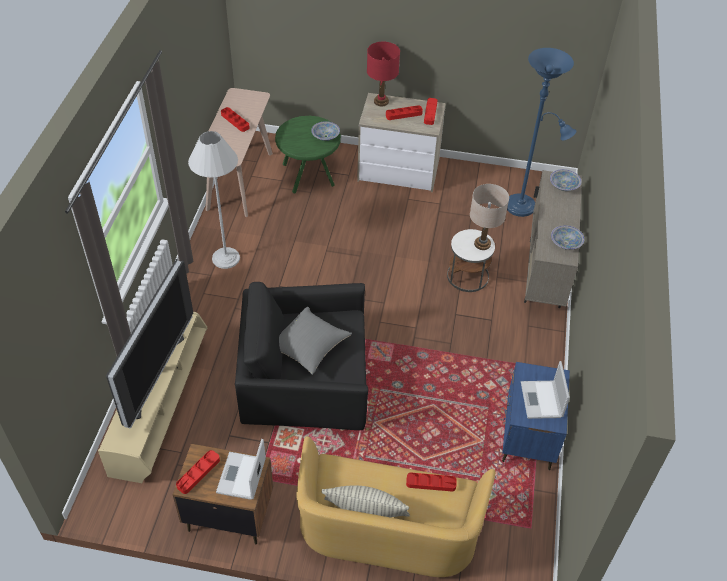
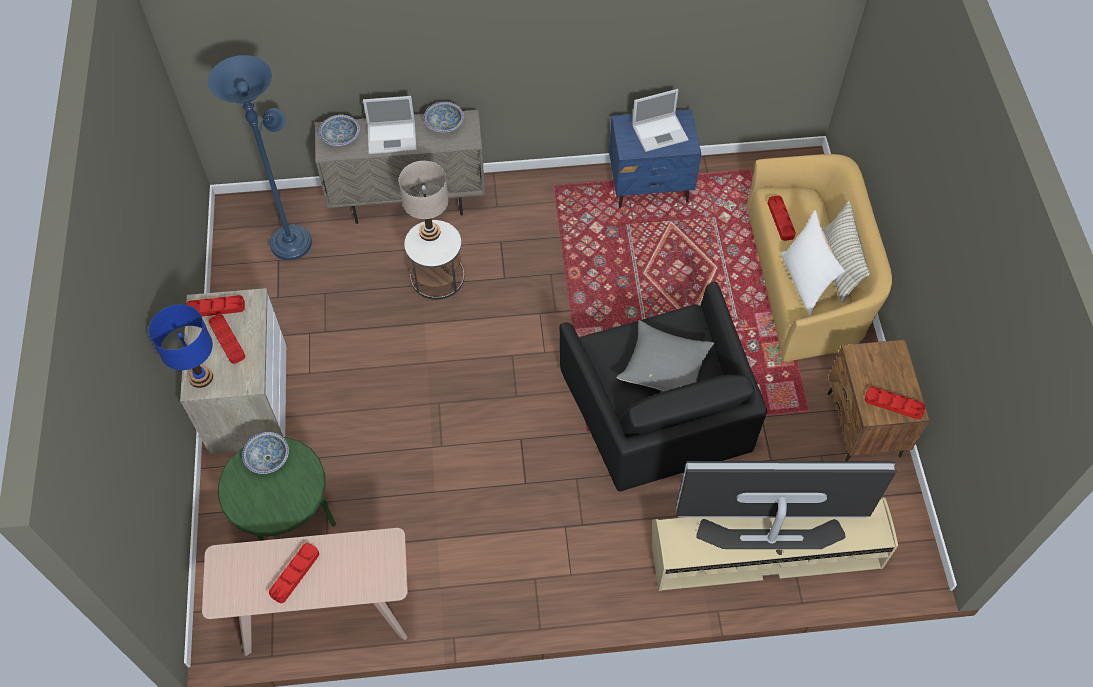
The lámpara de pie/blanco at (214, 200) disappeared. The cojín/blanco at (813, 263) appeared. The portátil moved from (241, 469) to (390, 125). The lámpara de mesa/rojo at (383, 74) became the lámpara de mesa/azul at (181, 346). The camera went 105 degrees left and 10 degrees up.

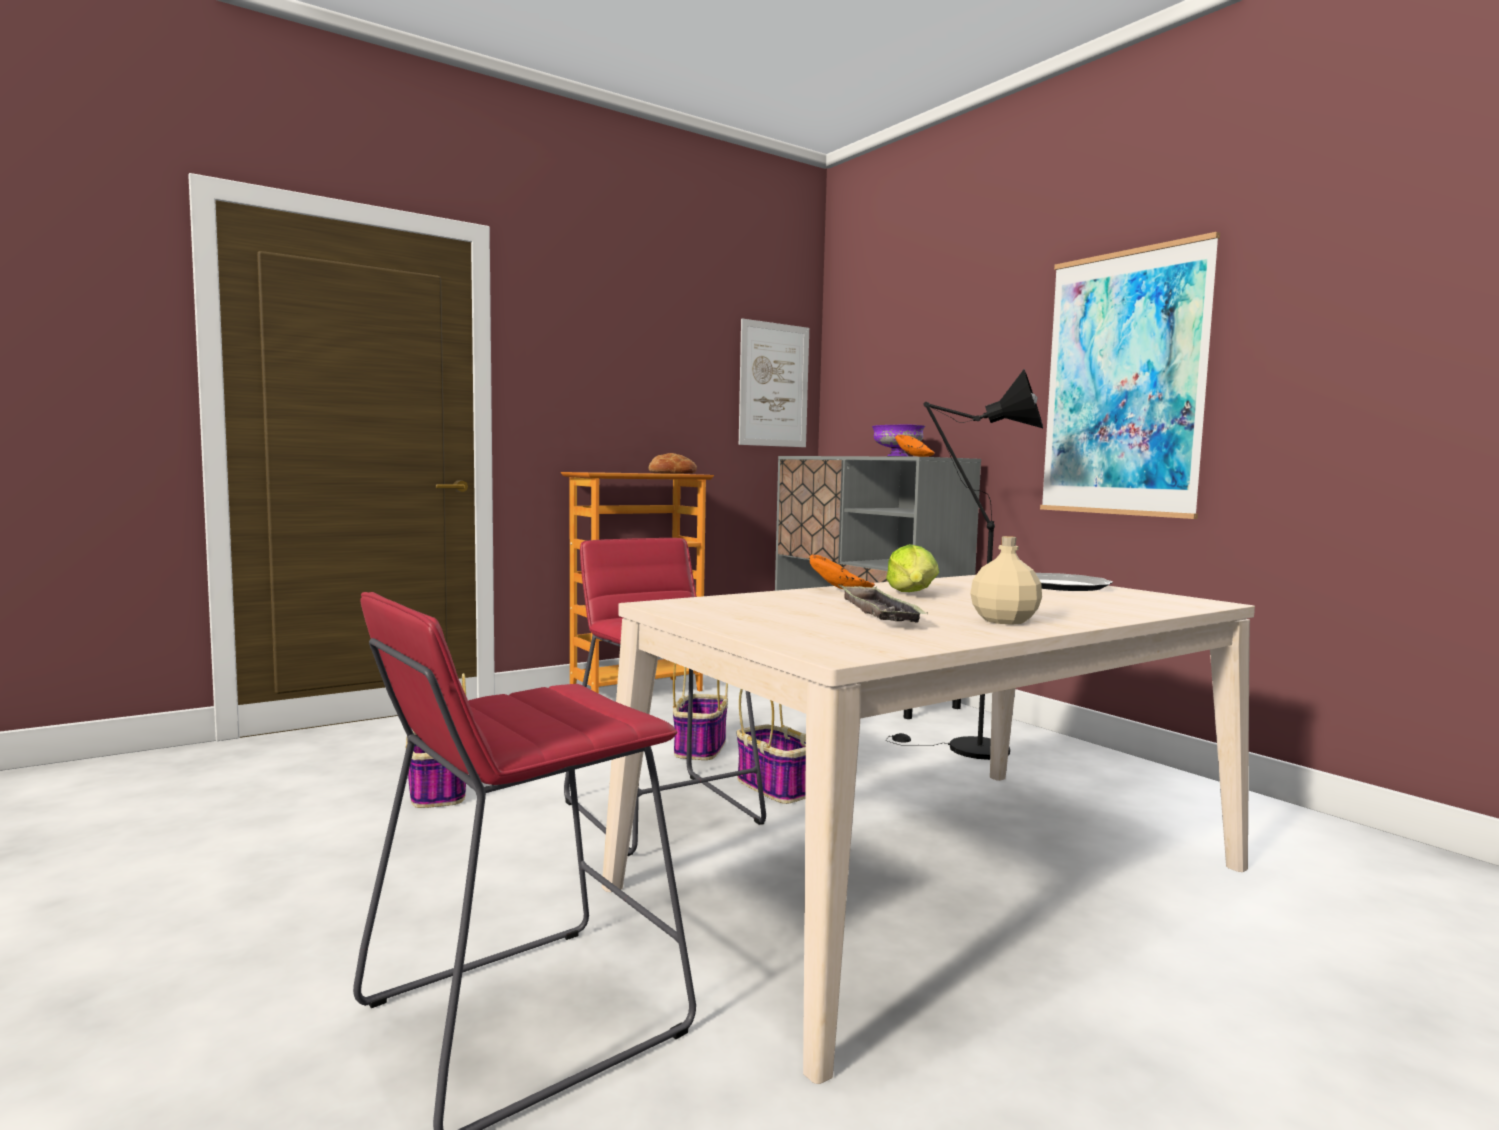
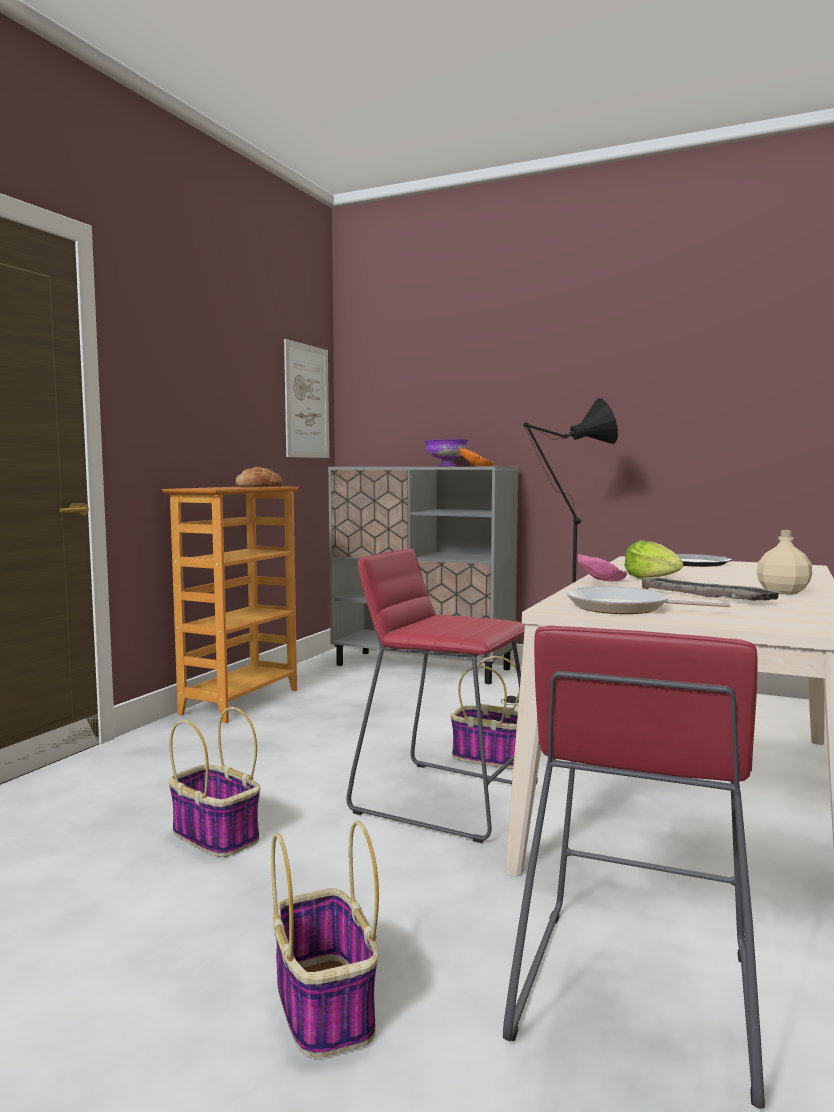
The cuadro at (1130, 375) disappeared. The sartén at (648, 600) appeared. The cesta moved from (700, 711) to (325, 939). The cuenco/naranja at (842, 572) became the cuenco/rosa at (602, 567). The camera went 30 degrees left and 0 degrees up.

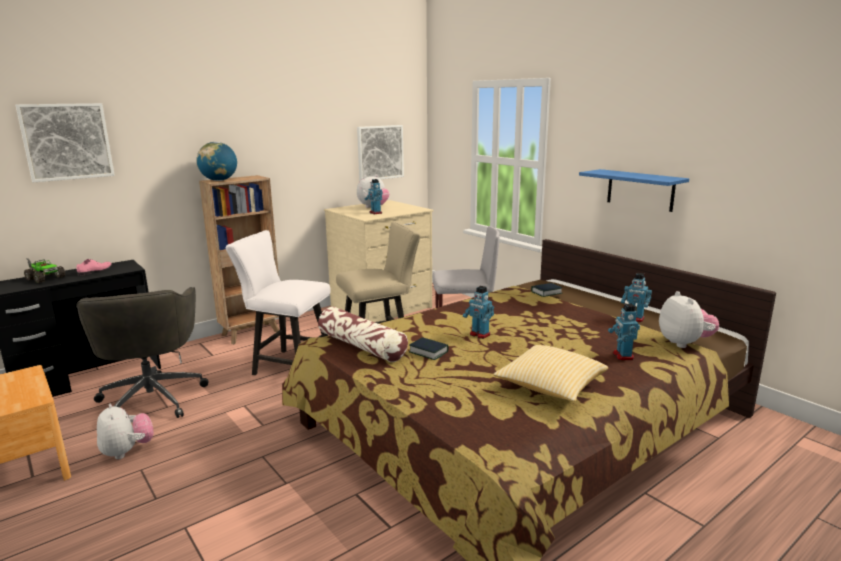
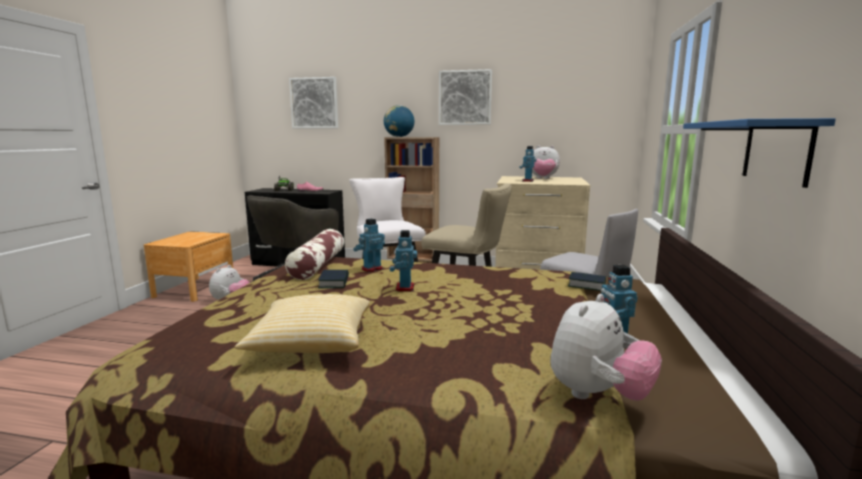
The cuadro moved from (380, 153) to (465, 97). The robot de juguete moved from (624, 332) to (369, 245). The camera went 50 degrees right and 5 degrees down.

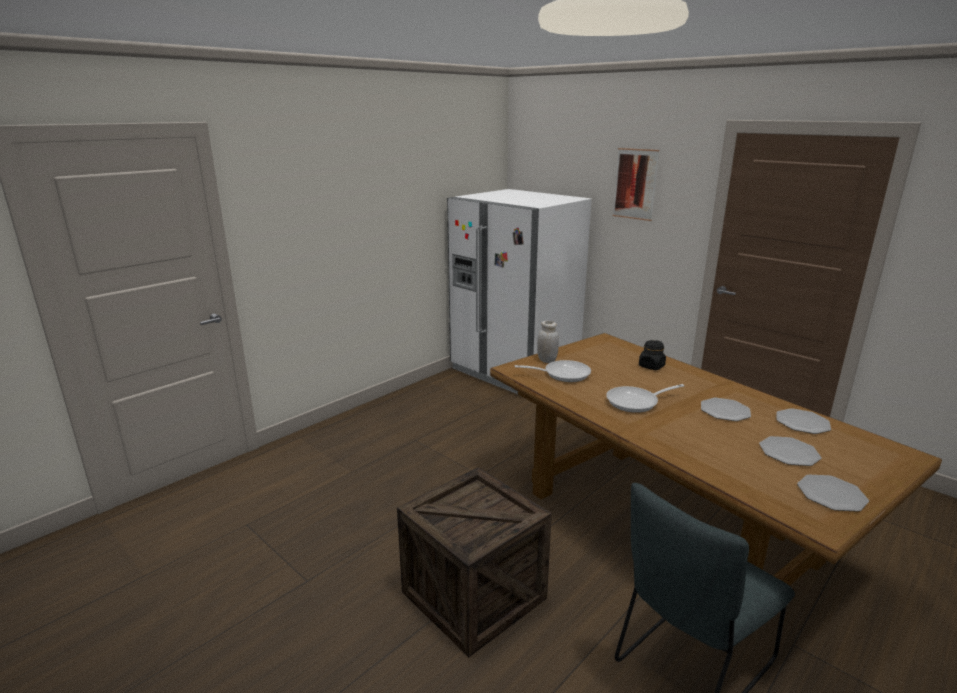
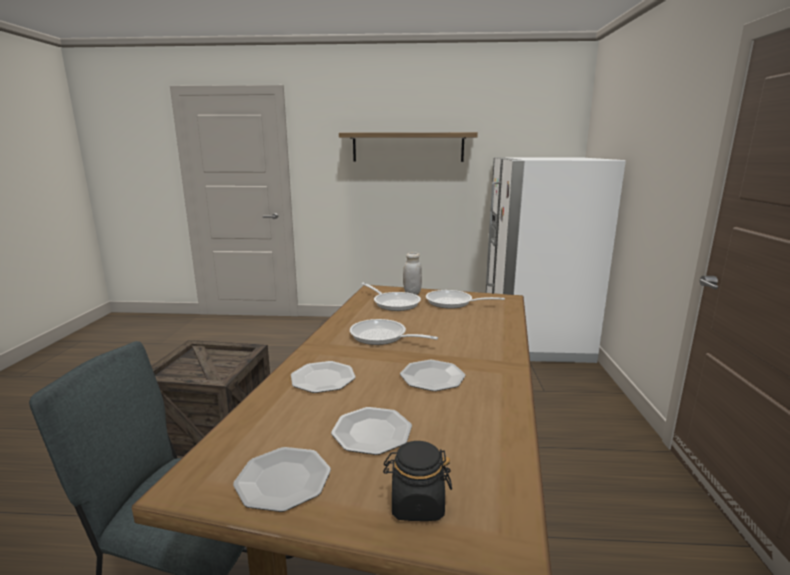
The cuadro at (636, 184) disappeared. The estante at (408, 147) appeared. The sartén at (465, 299) appeared. The tarro/negro moved from (652, 355) to (417, 481). The plato moved from (803, 421) to (323, 377). The camera went 50 degrees right and 5 degrees down.

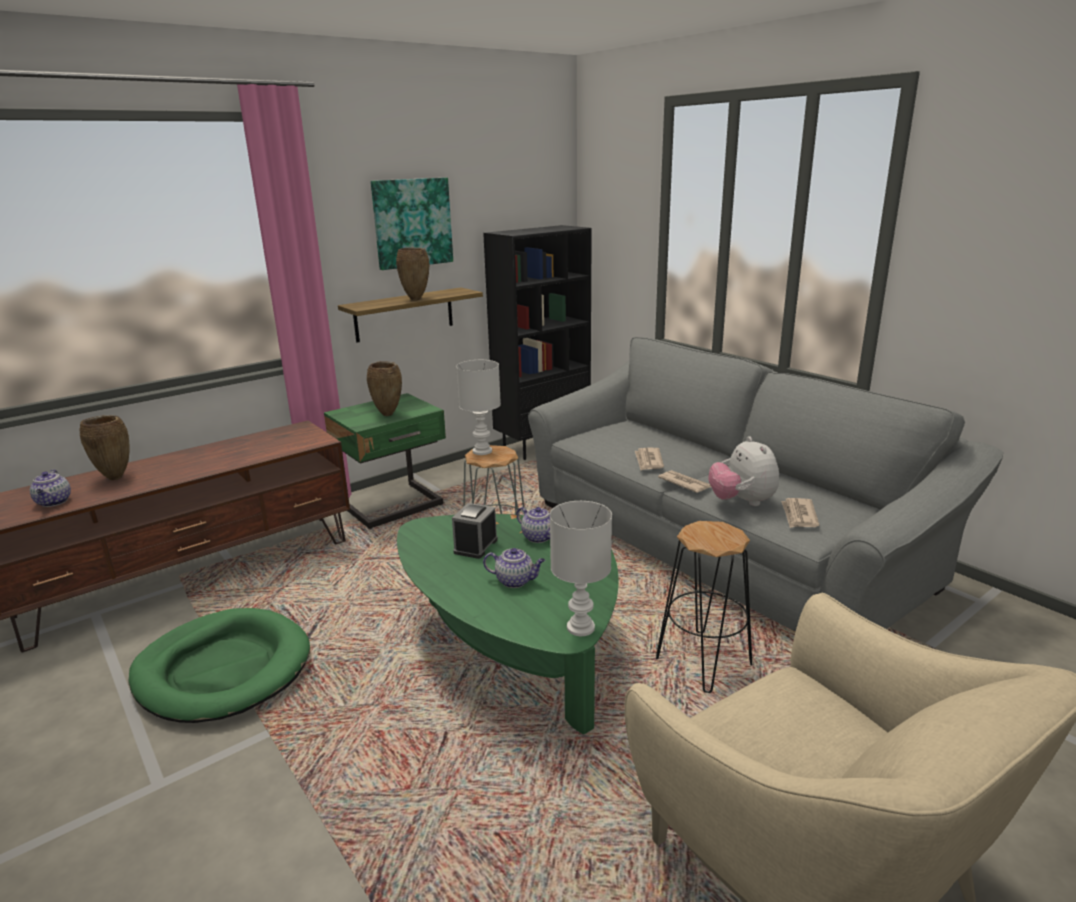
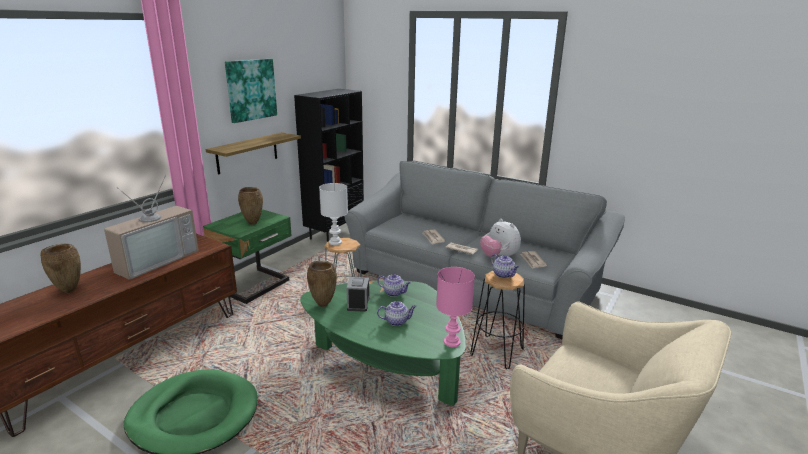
The televisor at (151, 227) appeared. The tetera moved from (50, 488) to (505, 266). The florero/marrón moved from (412, 274) to (322, 284). The lámpara de mesa/blanco at (581, 568) became the lámpara de mesa/rosa at (455, 307). The camera went 20 degrees left and 0 degrees up.

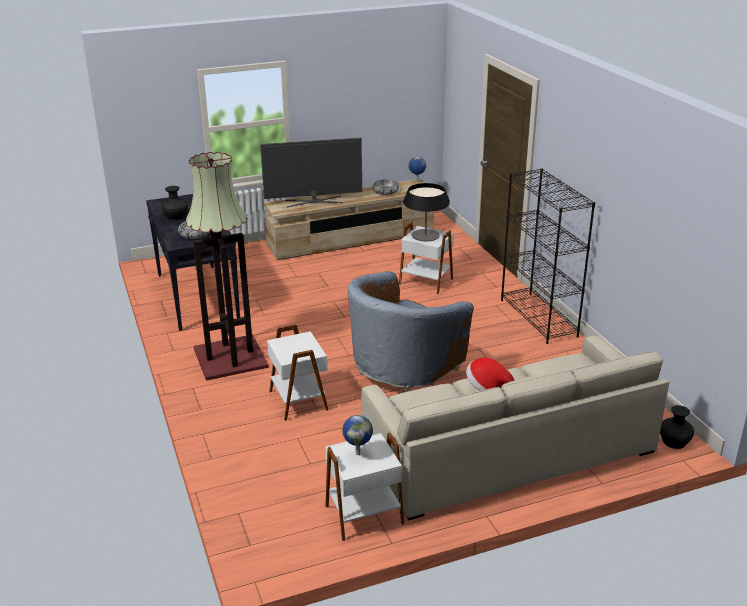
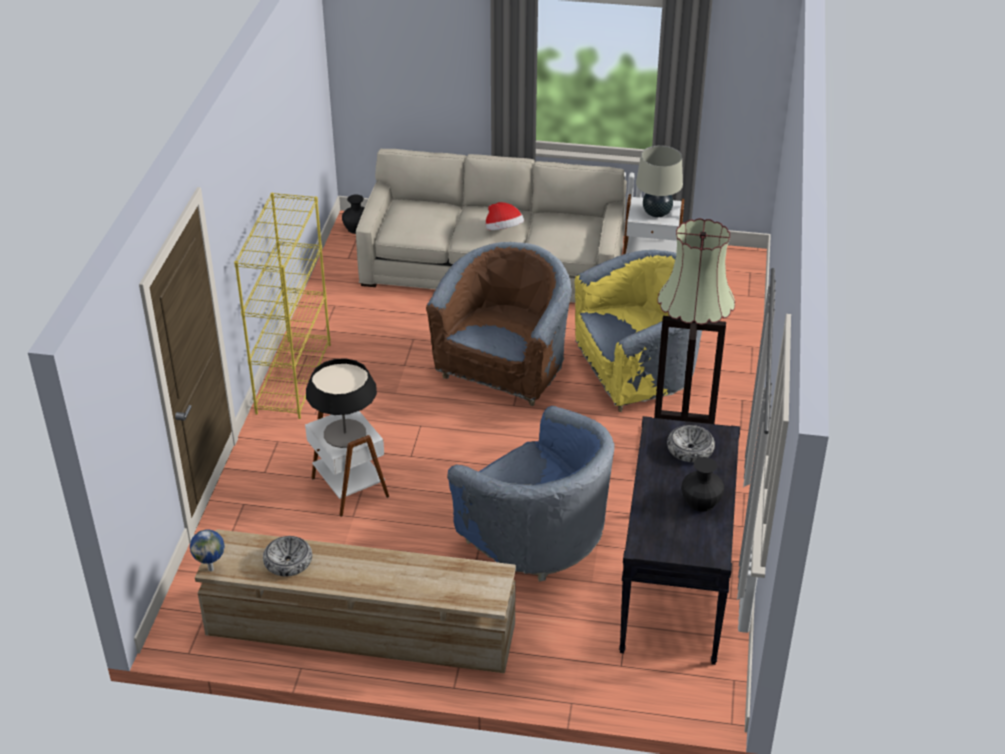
The televisor at (311, 172) disappeared. The sillón/azul at (530, 494) appeared. The mesa auxiliar/blanco at (297, 372) was replaced by the sillón/amarillo at (638, 331). The globo terráqueo at (358, 435) was replaced by the lámpara de mesa/beis at (659, 181). The estantería/negro at (548, 256) became the estantería/amarillo at (282, 305). The sillón/marrón at (411, 332) turned 45 degrees counterclockwise. The camera went 150 degrees left and 10 degrees up.

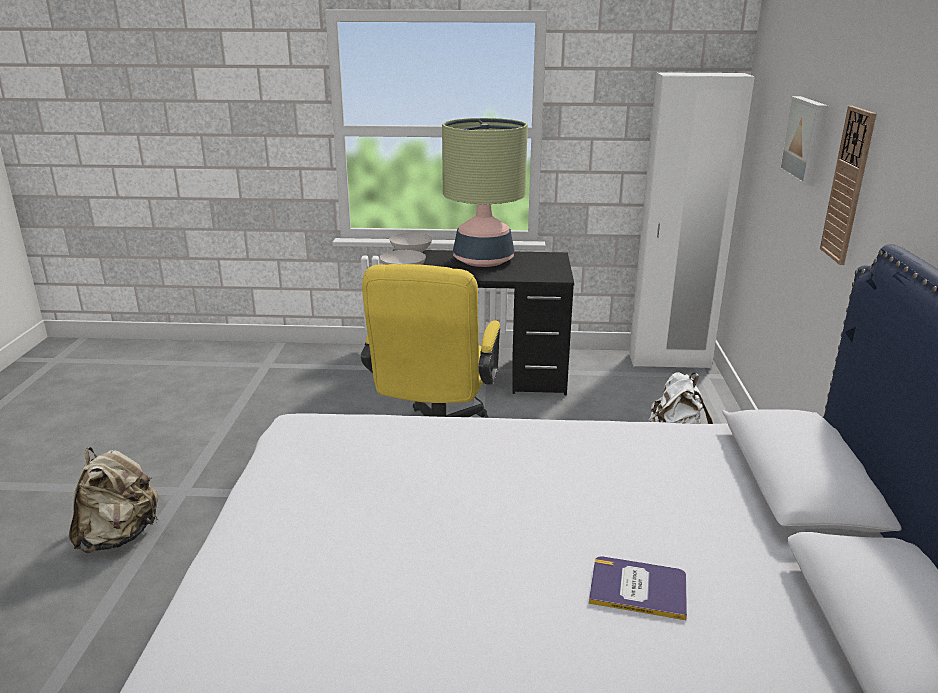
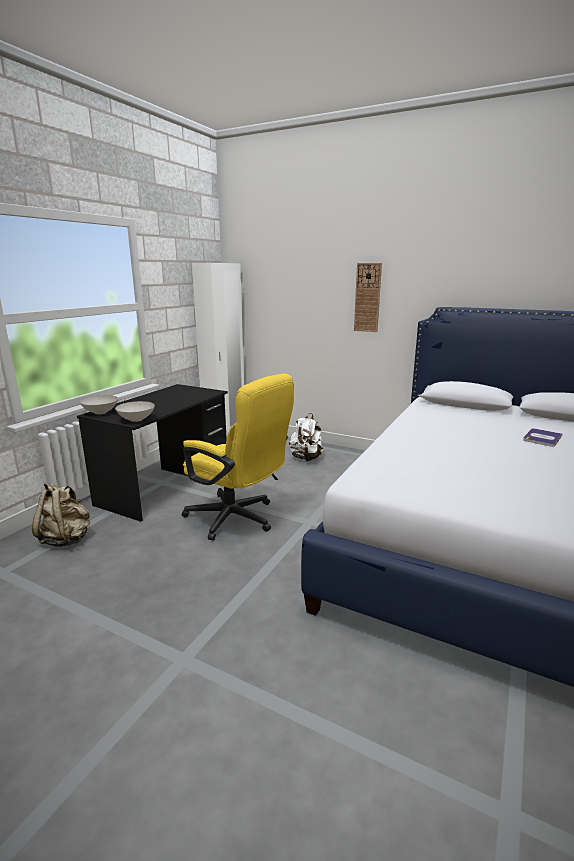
The lámpara de mesa at (485, 192) disappeared. The cuadro at (803, 141) disappeared. The mochila/beis moved from (113, 500) to (61, 514). The camera went 65 degrees left and 5 degrees down.

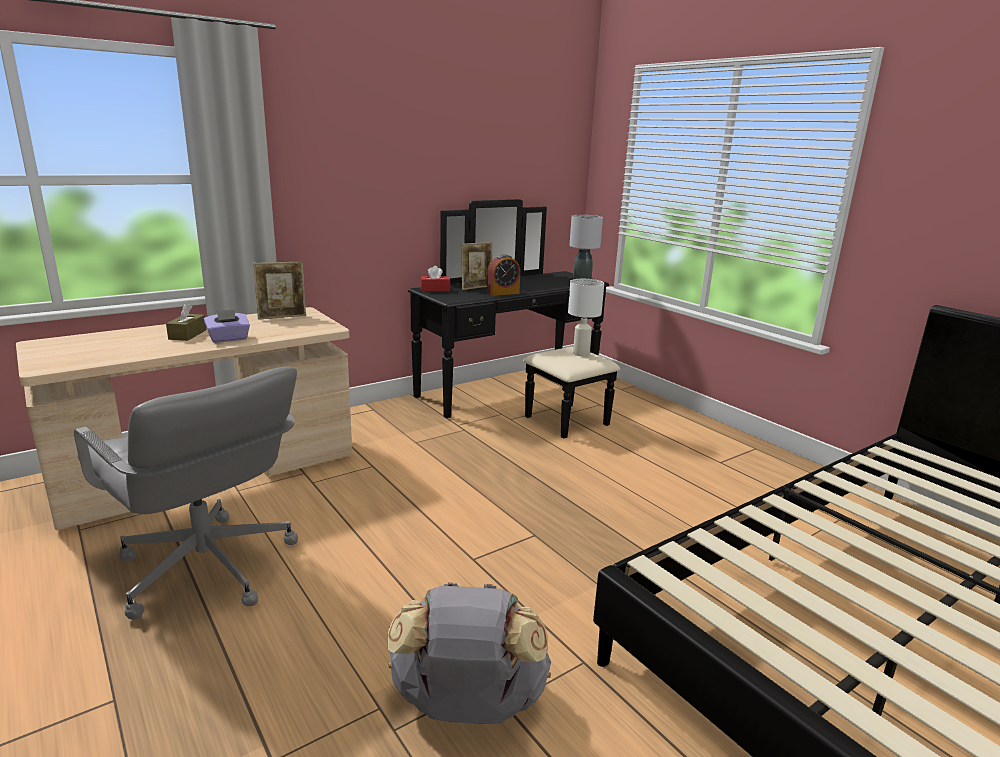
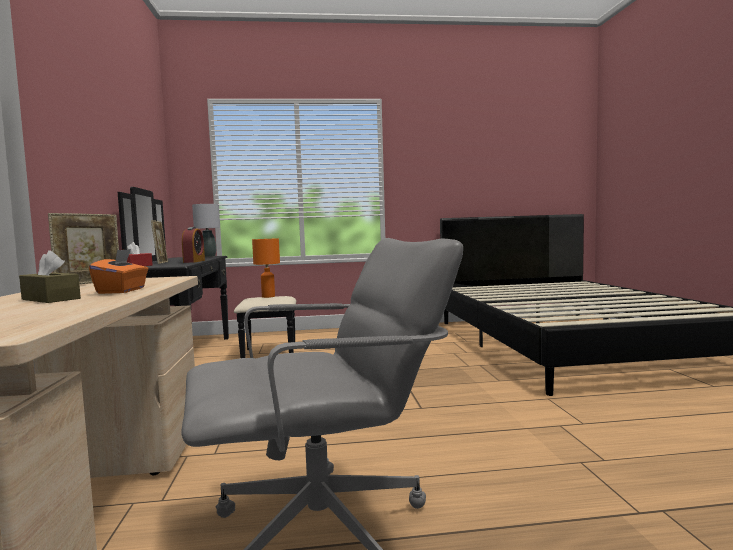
The mochila/gris at (469, 653) disappeared. The caja de pañuelos/morado at (227, 326) became the caja de pañuelos/naranja at (118, 271). The lámpara de mesa/blanco at (586, 317) became the lámpara de mesa/naranja at (266, 268). The portarretratos at (279, 291) turned 45 degrees clockwise. The camera went 60 degrees left and 15 degrees down.

